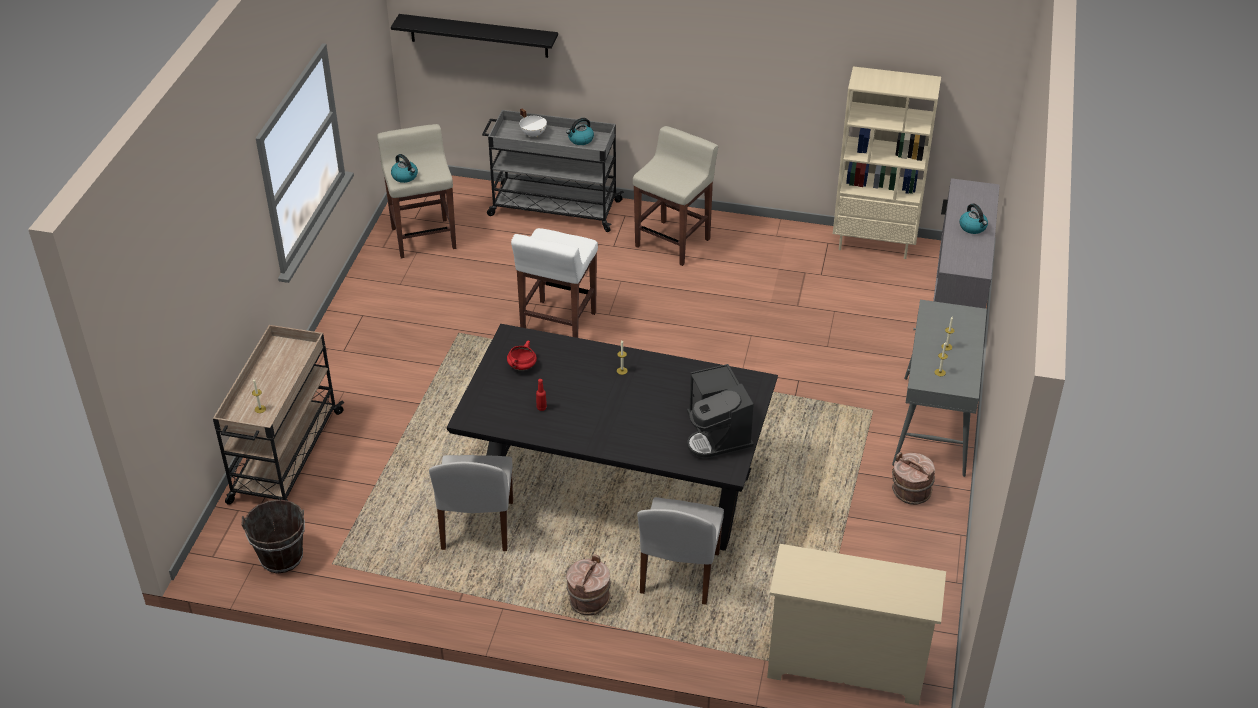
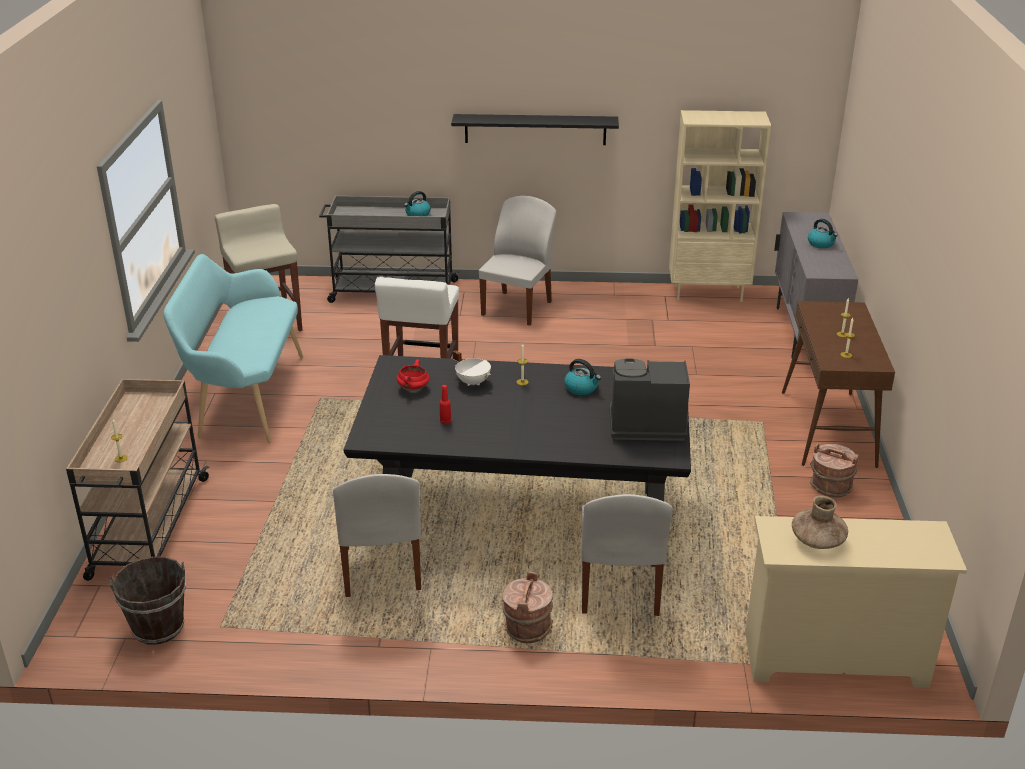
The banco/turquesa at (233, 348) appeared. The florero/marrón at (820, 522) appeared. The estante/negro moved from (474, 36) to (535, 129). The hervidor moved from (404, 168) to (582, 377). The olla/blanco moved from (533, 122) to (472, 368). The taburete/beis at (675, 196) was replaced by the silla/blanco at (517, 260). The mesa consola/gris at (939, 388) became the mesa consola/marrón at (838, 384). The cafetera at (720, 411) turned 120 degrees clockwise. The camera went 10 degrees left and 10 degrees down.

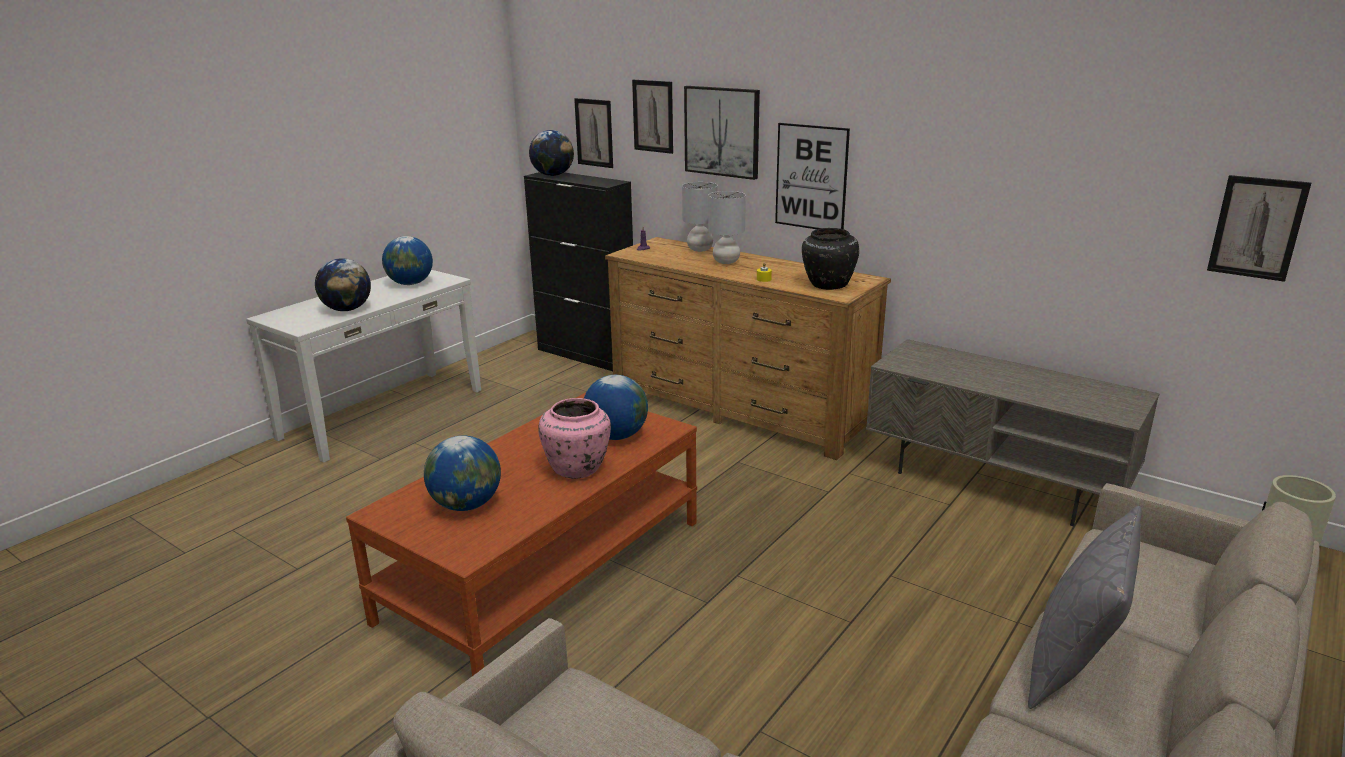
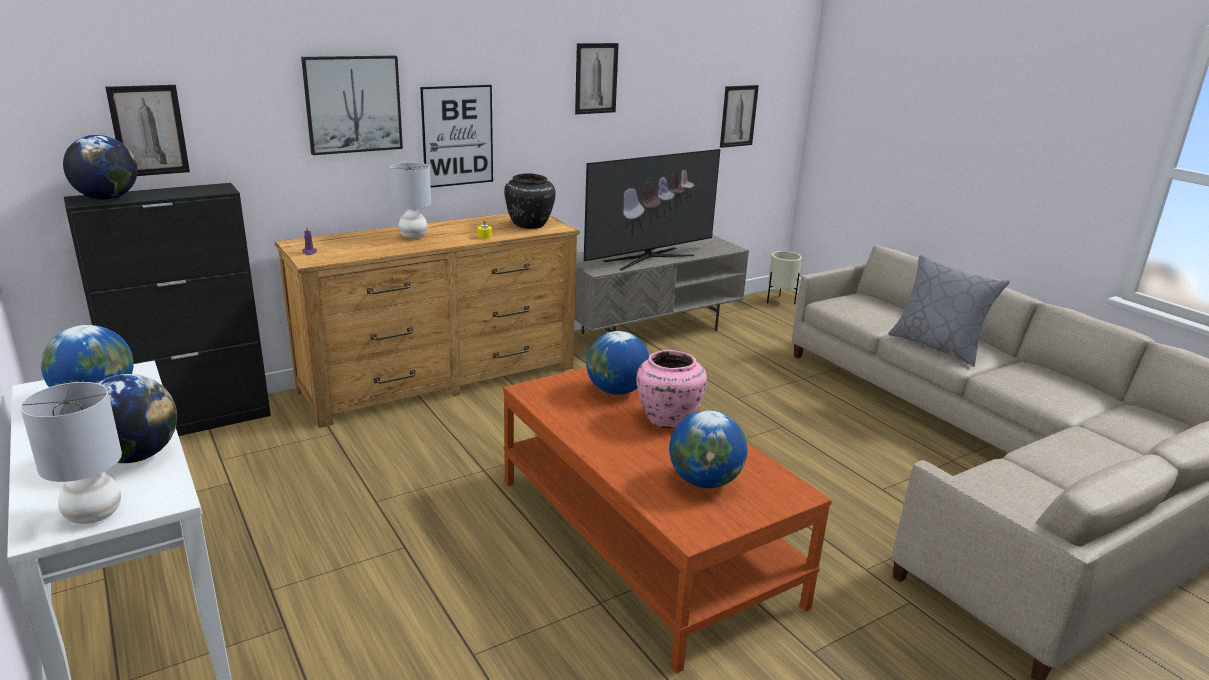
The televisor at (652, 210) appeared. The cuadro moved from (652, 117) to (597, 78). The lámpara de mesa/gris moved from (700, 217) to (71, 453). The camera went 70 degrees left and 0 degrees up.

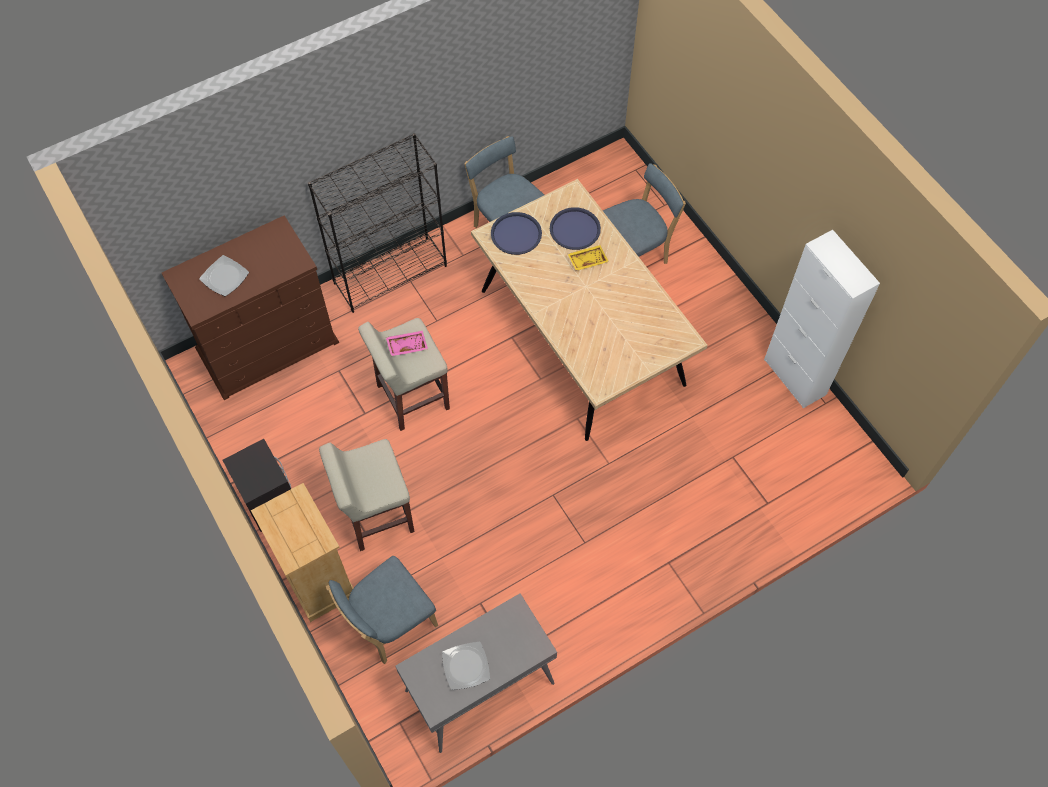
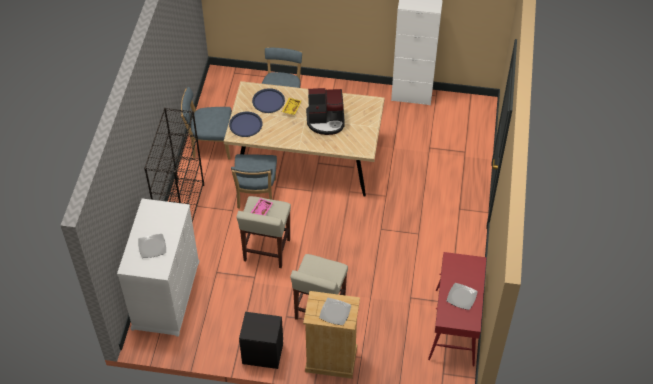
The cafetera at (325, 111) appeared. The plato at (335, 311) appeared. The silla/azul moved from (382, 610) to (254, 181). The cómoda/marrón at (250, 307) became the cómoda/blanco at (158, 268). The mesa consola/gris at (476, 673) became the mesa consola/rojo at (457, 309). The camera went 50 degrees left and 10 degrees down.

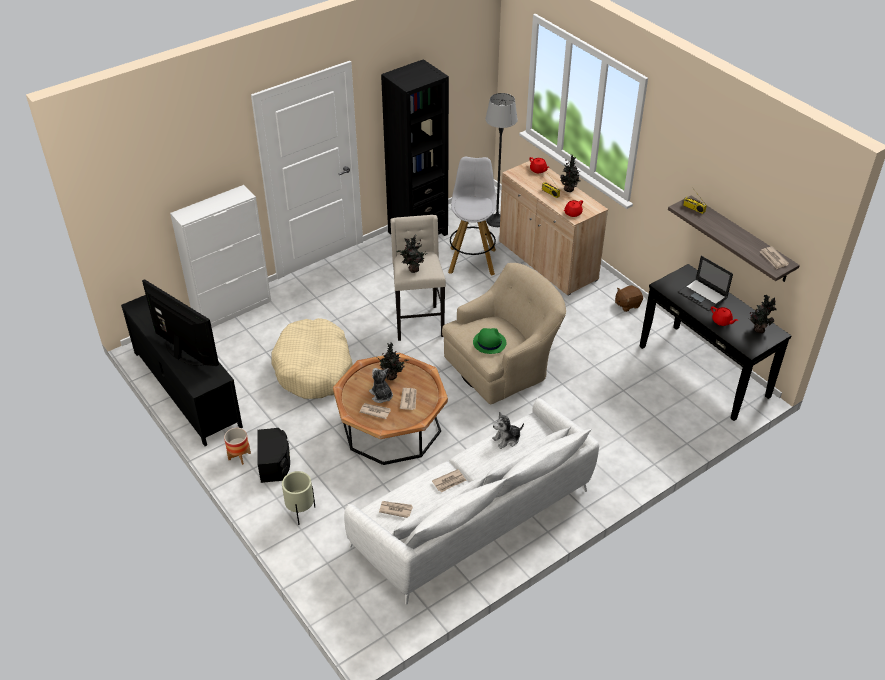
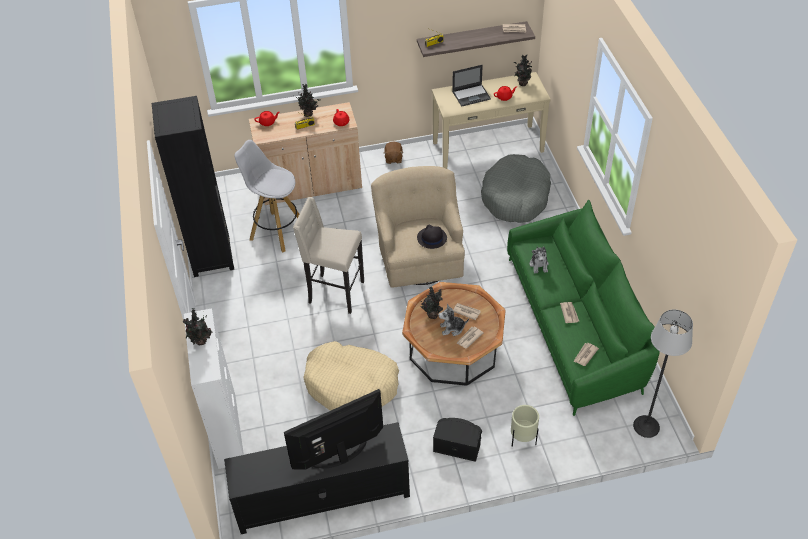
The maceta at (237, 446) disappeared. The cama para perro/gris at (516, 188) appeared. The planta en maceta moved from (413, 254) to (198, 326). The lámpara de pie moved from (501, 160) to (663, 374). The sofá/blanco at (472, 501) became the sofá/verde at (583, 307). The sombrero/verde at (490, 341) became the sombrero/negro at (432, 237). The mesa consola/negro at (715, 342) became the mesa consola/beis at (491, 120). The camera went 65 degrees left and 5 degrees up.

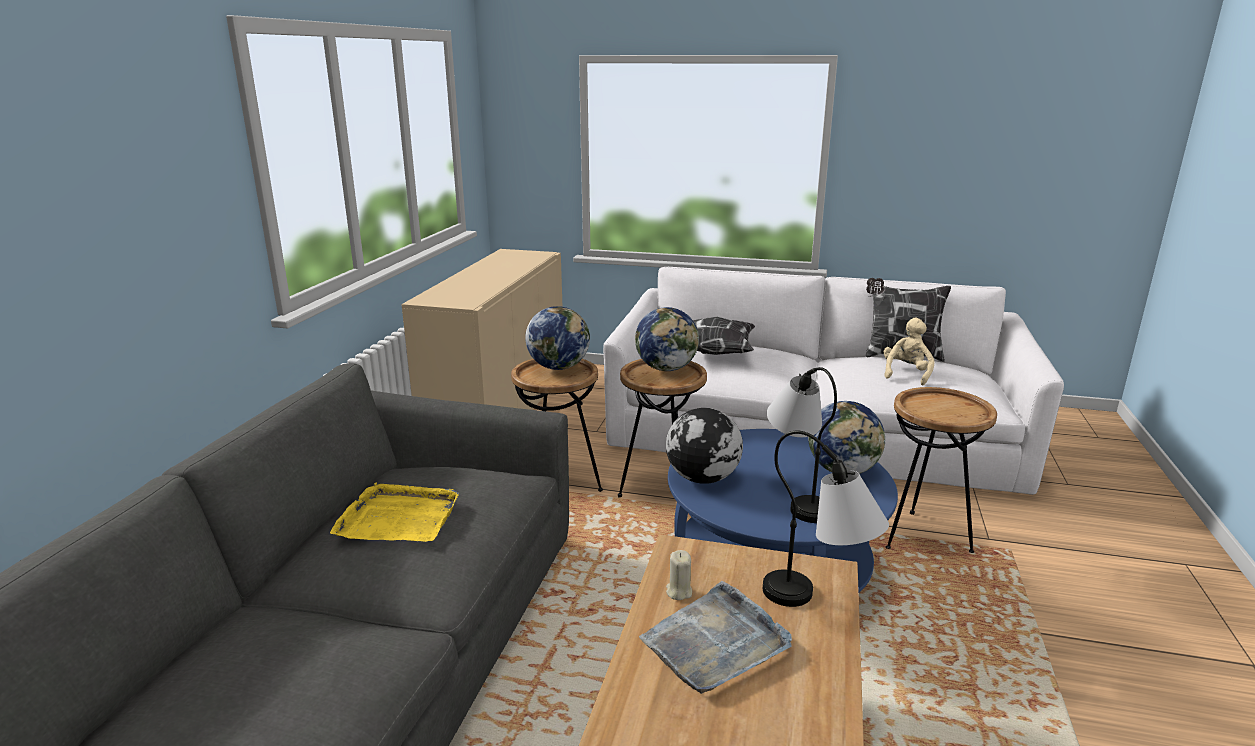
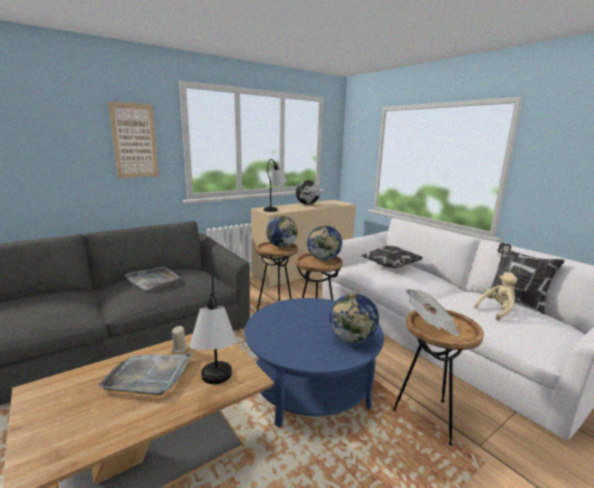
The cuadro at (133, 139) appeared. The periódico at (432, 312) appeared. The globo terráqueo moved from (704, 446) to (308, 192). The lámpara de mesa moved from (802, 445) to (275, 185). The bandeja/amarillo at (394, 512) became the bandeja/gris at (152, 278). The camera went 40 degrees right and 5 degrees down.

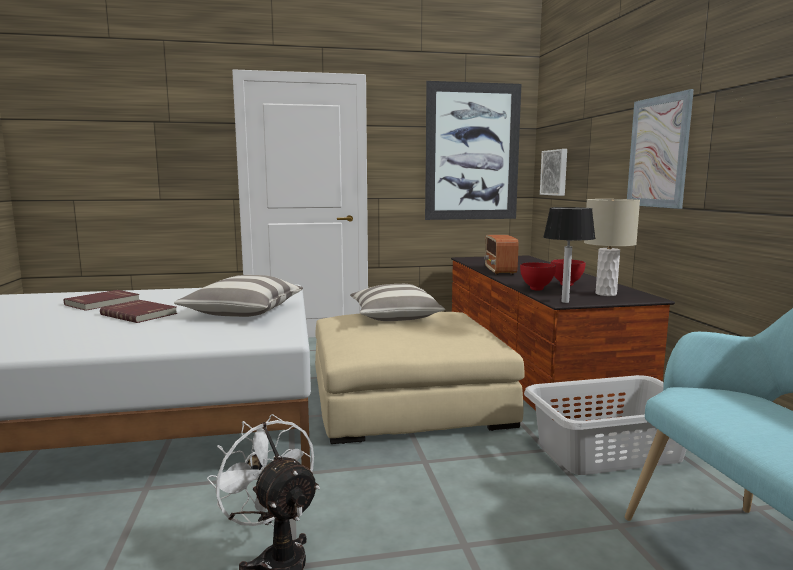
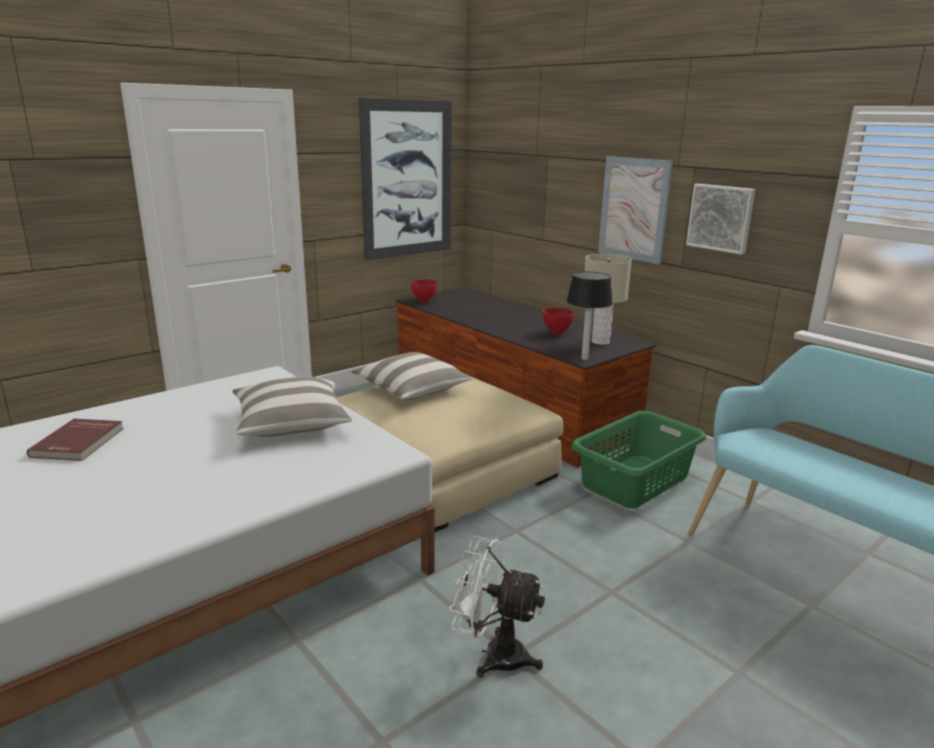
The libro/rojo at (138, 311) disappeared. The radio at (501, 255) disappeared. The cuenco/rojo moved from (538, 276) to (424, 291). The cuadro moved from (553, 172) to (721, 219). The cesto de la ropa/gris at (605, 425) became the cesto de la ropa/verde at (638, 460). The camera went 30 degrees left and 10 degrees up.

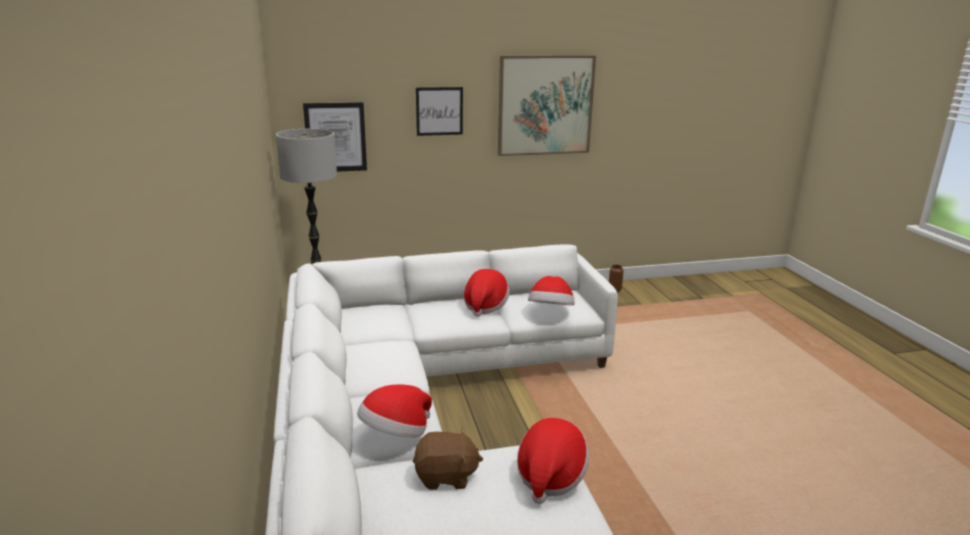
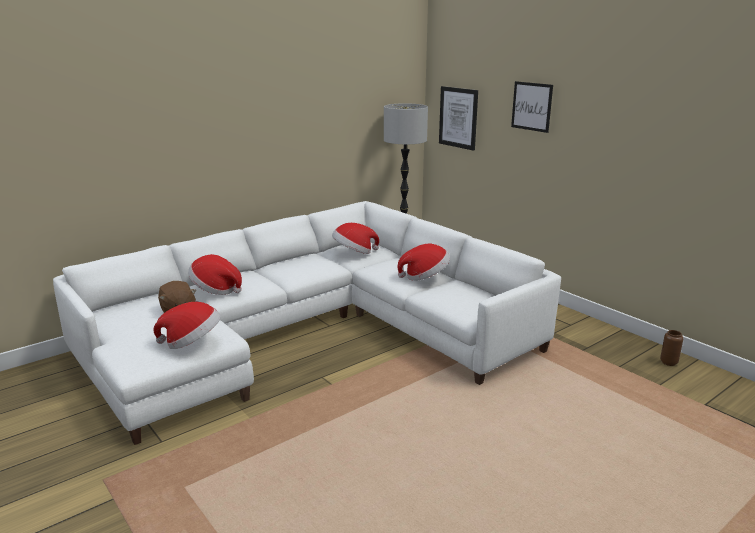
The cuadro at (547, 105) disappeared. The sombrero moved from (551, 290) to (355, 238). The camera went 65 degrees right and 0 degrees up.

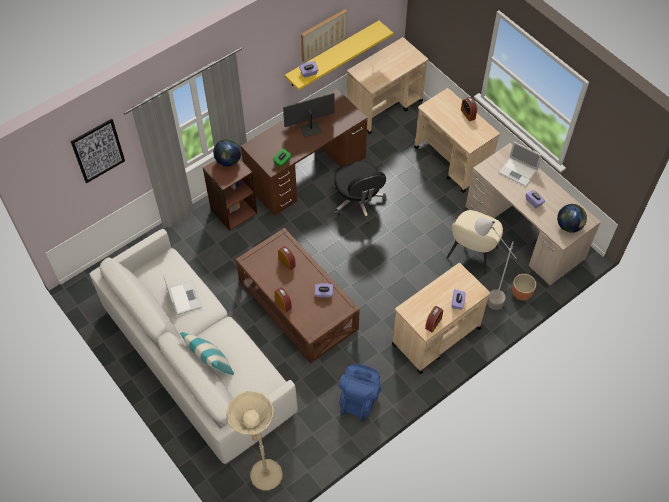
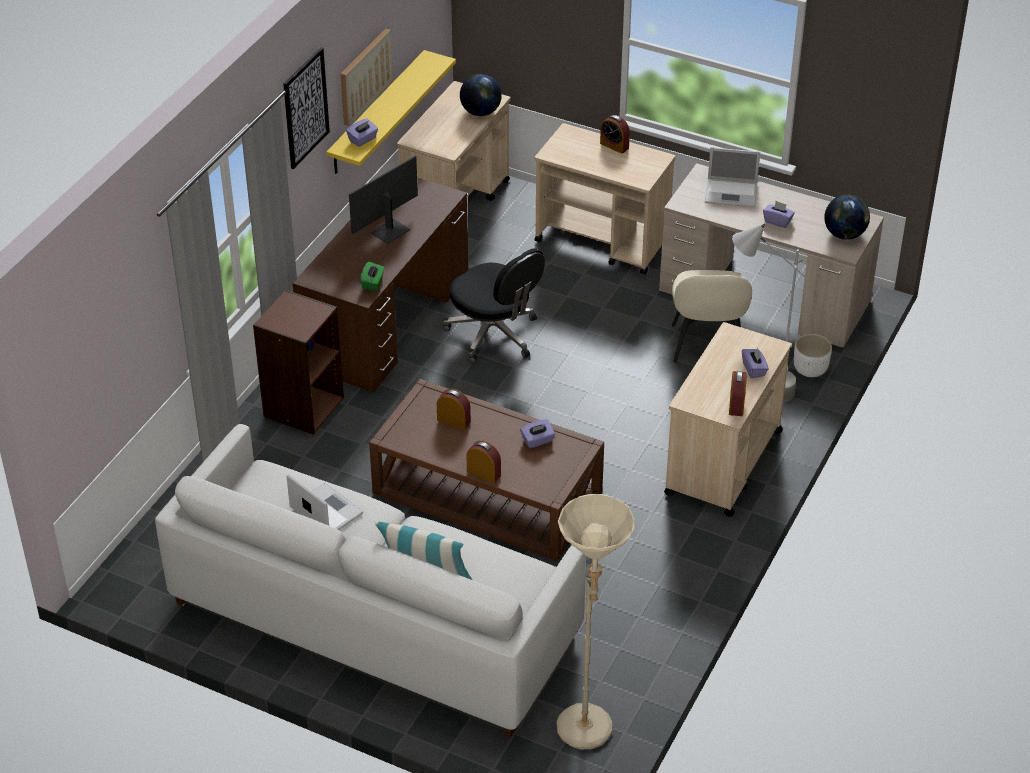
The mochila/azul at (360, 393) disappeared. The cuadro moved from (97, 151) to (306, 108). The globo terráqueo moved from (227, 152) to (481, 95). The maceta/marrón at (524, 287) became the maceta/blanco at (813, 355). The camera went 25 degrees left and 15 degrees down.

